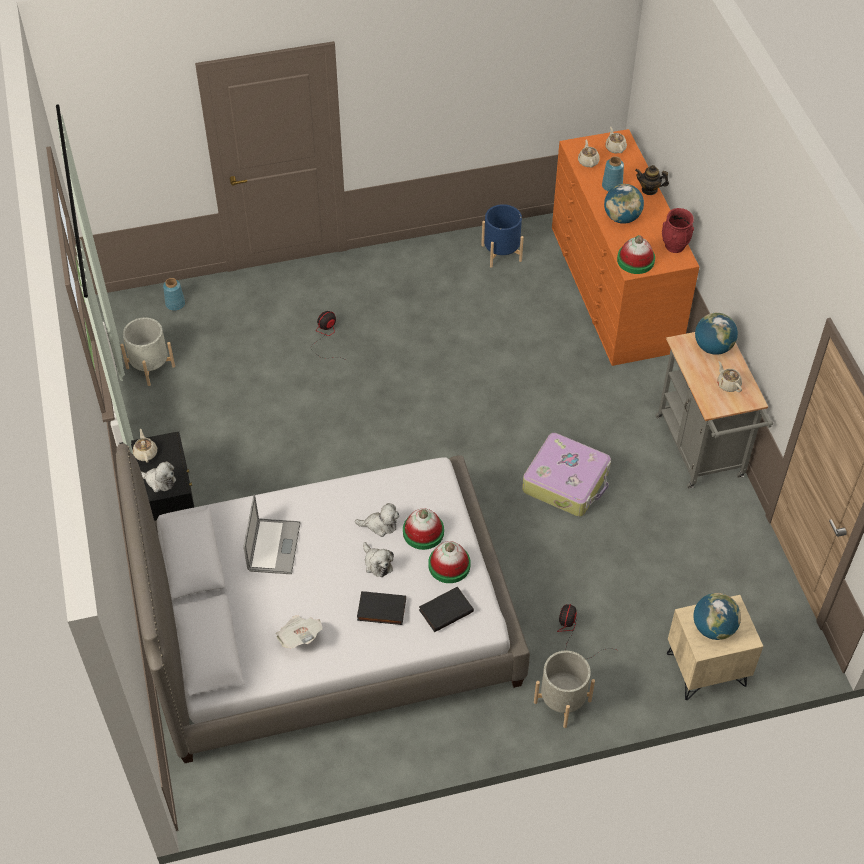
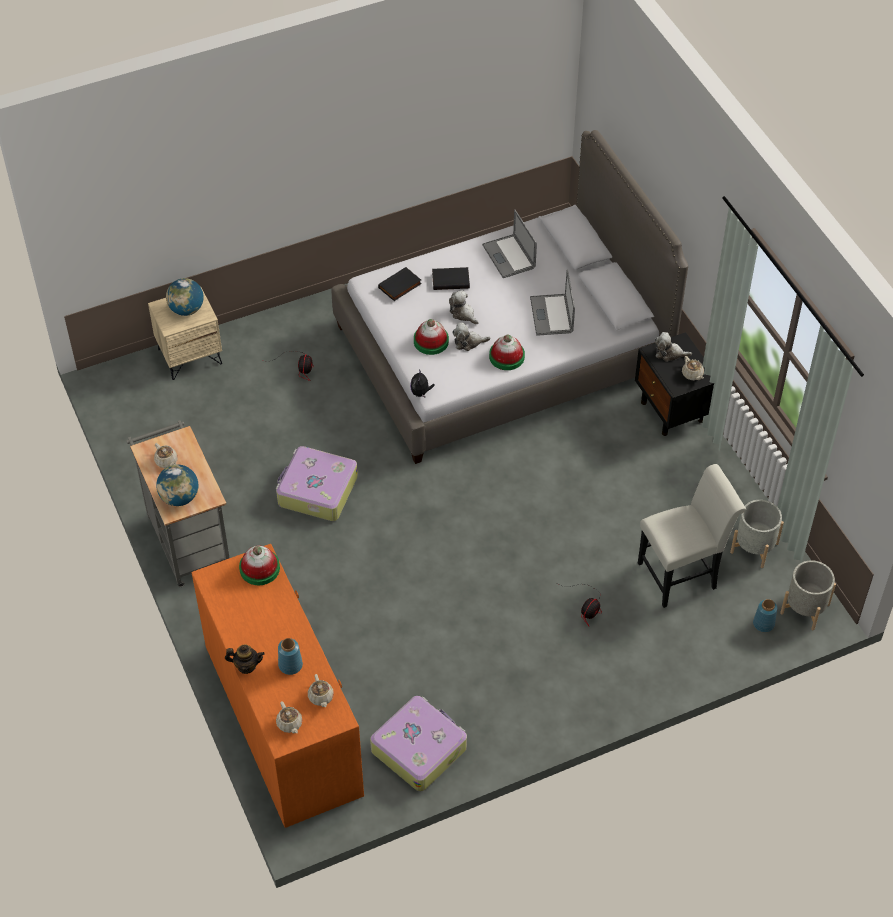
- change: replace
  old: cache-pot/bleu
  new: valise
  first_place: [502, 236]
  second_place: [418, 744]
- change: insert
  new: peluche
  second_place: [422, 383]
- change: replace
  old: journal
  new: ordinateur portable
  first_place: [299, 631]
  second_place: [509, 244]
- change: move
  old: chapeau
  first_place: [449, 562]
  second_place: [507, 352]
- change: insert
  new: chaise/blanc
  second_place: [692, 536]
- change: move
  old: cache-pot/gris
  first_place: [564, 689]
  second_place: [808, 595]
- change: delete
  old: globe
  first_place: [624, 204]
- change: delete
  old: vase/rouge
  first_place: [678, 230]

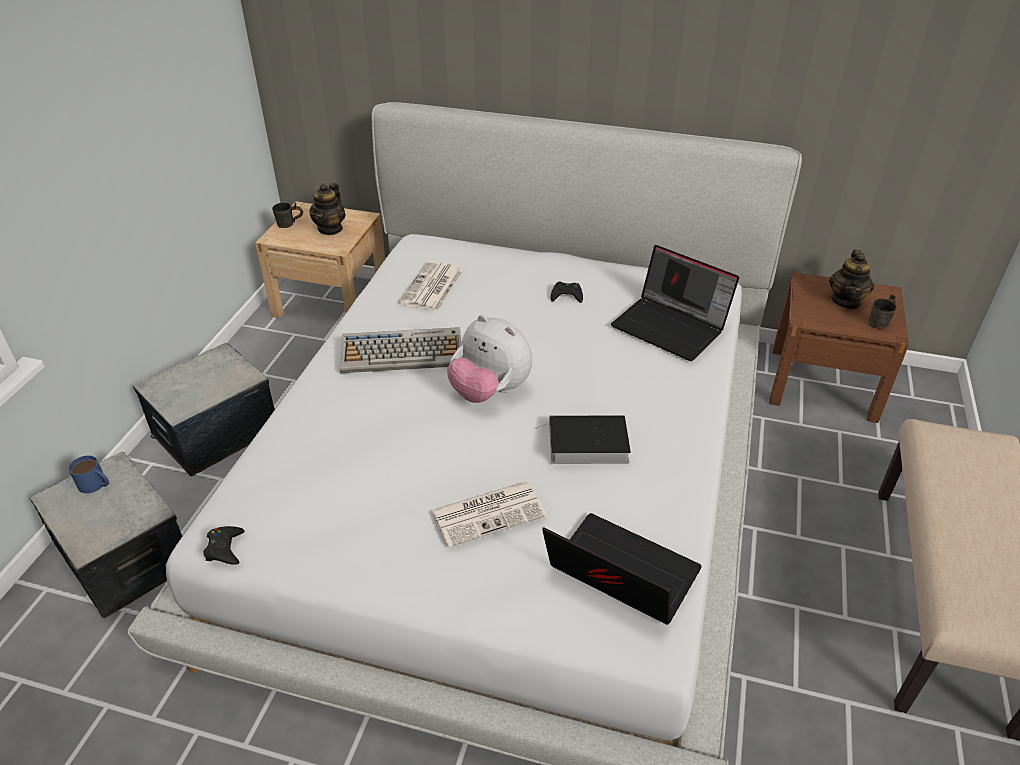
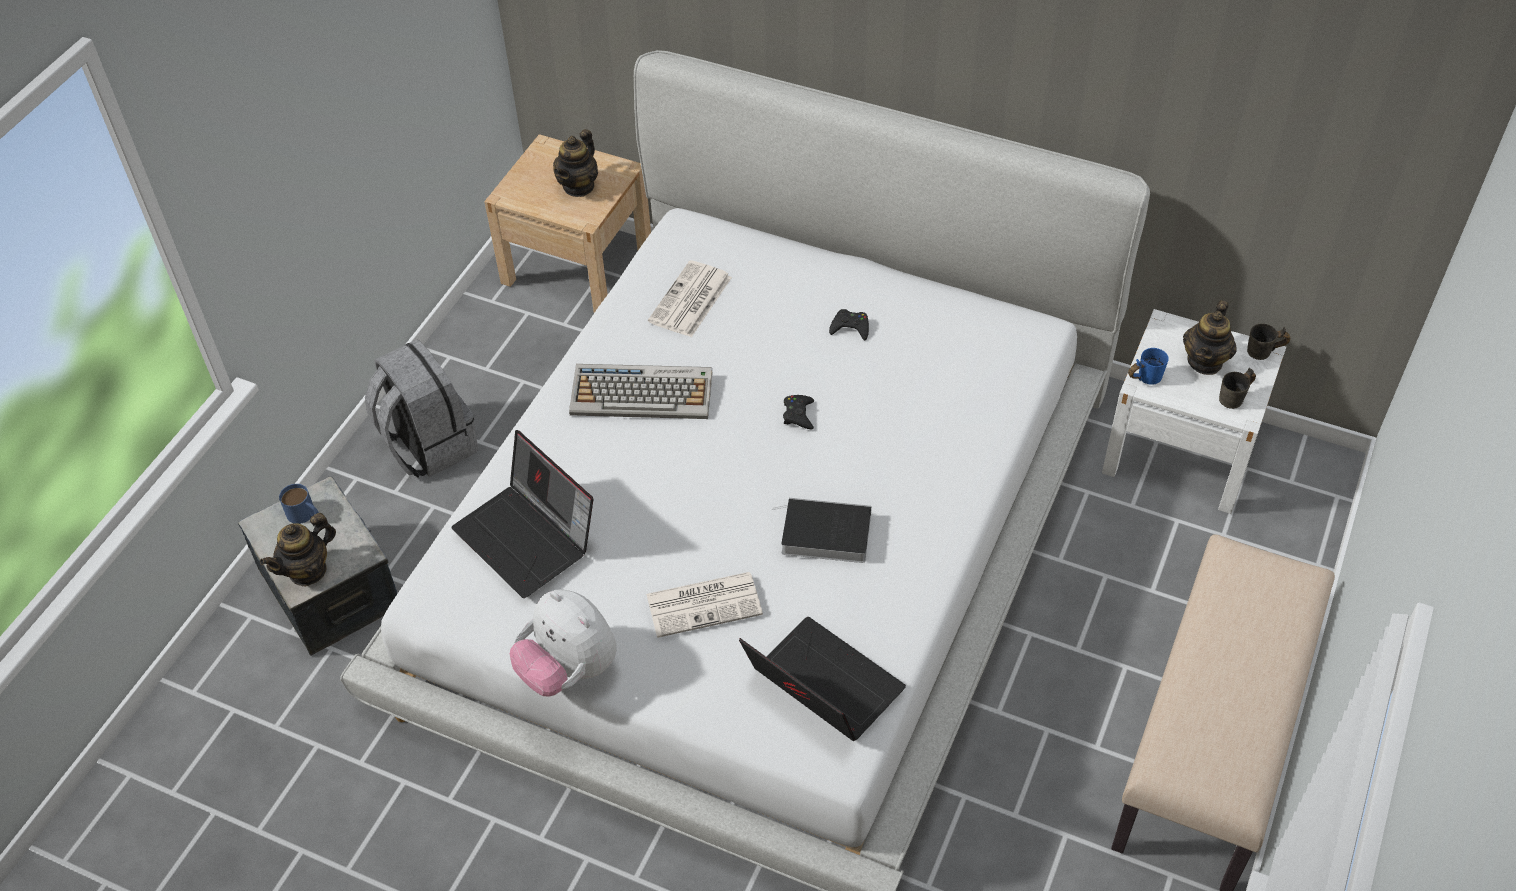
- change: insert
  new: théière
  second_place: [298, 550]
- change: replace
  old: boîte de rangement
  new: sac à dos/gris
  first_place: [204, 410]
  second_place: [421, 408]
- change: move
  old: ordinateur portable
  first_place: [675, 303]
  second_place: [522, 514]
- change: move
  old: peluche
  first_place: [489, 359]
  second_place: [563, 643]
- change: move
  old: manette/noir
  first_place: [224, 545]
  second_place: [798, 412]
- change: recolor
  old: table de chevet/marron
  new: table de chevet/blanc
  first_place: [839, 347]
  second_place: [1194, 411]
- change: insert
  new: mug/bleu
  second_place: [1148, 366]
- change: move
  old: mug/gris
  first_place: [287, 215]
  second_place: [1268, 341]

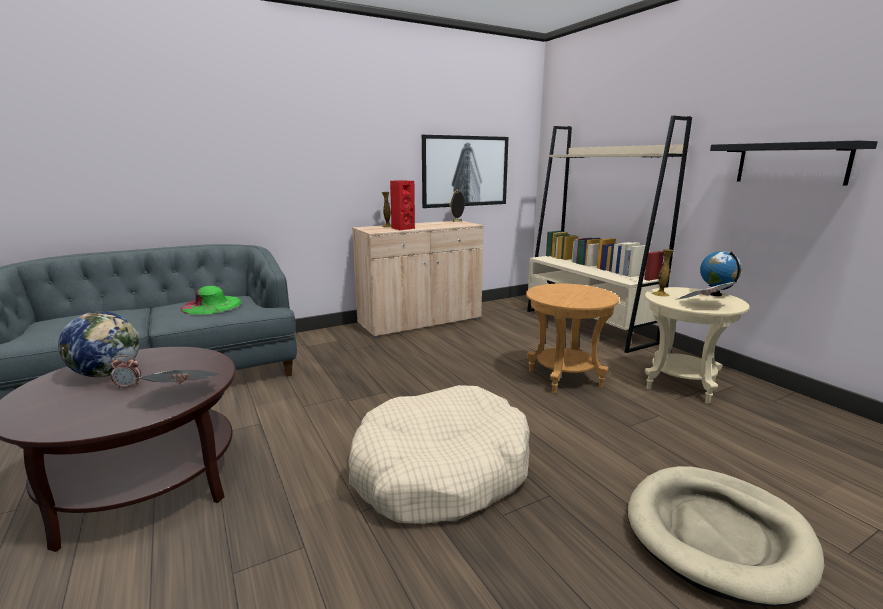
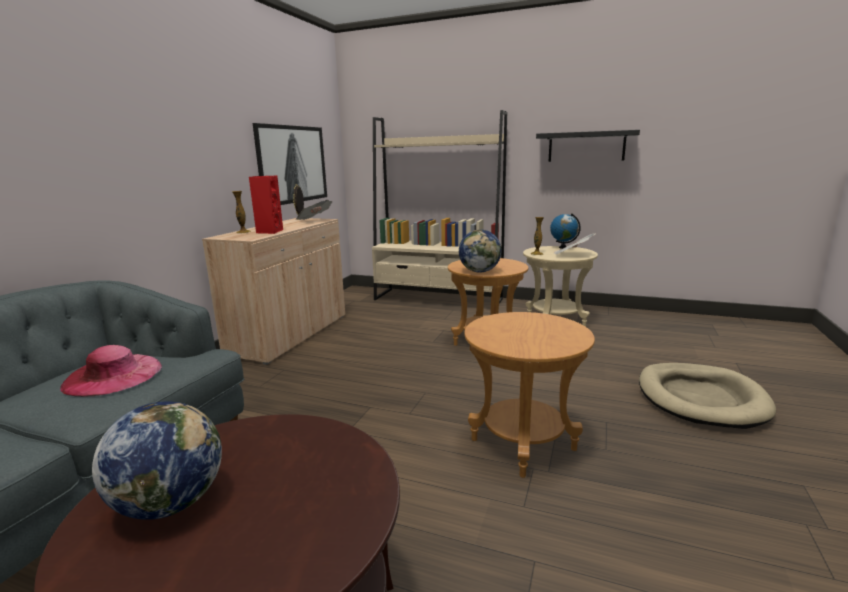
- change: recolor
  old: chapeau/vert
  new: chapeau/rose
  first_place: [211, 300]
  second_place: [111, 371]
- change: move
  old: journal
  first_place: [176, 377]
  second_place: [314, 210]
- change: insert
  new: globe
  second_place: [480, 250]
- change: replace
  old: panier pour chien/beige
  new: table d'appoint/marron
  first_place: [439, 454]
  second_place: [529, 395]
- change: delete
  old: réveil
  first_place: [125, 372]

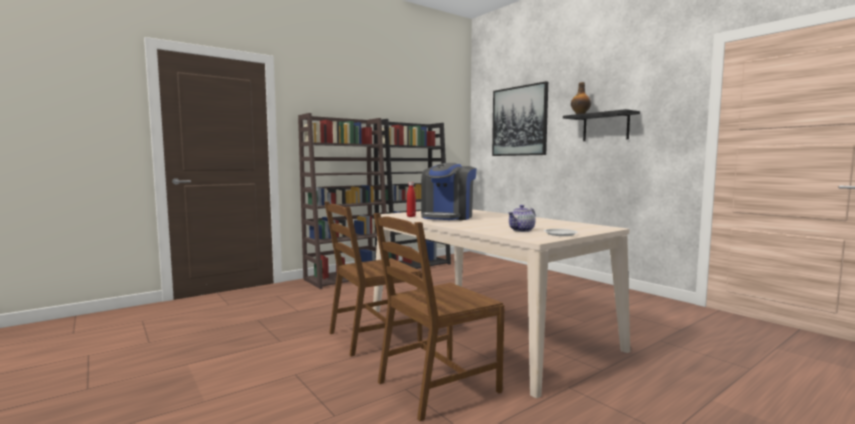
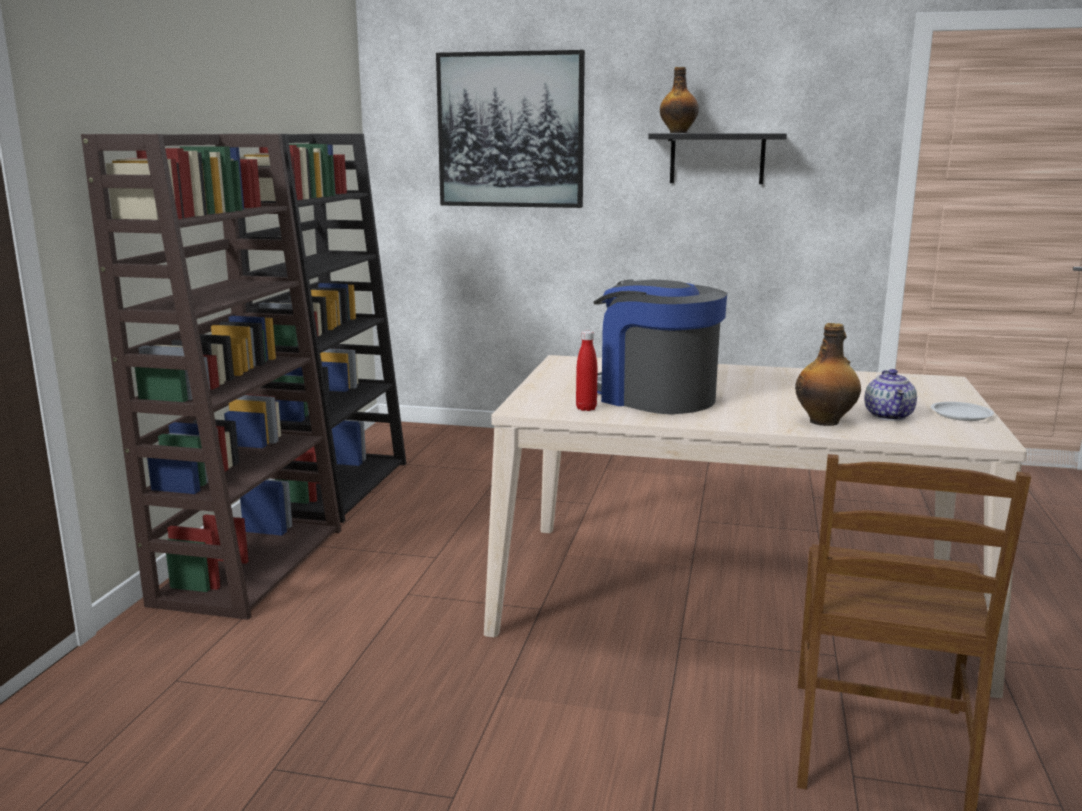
- change: rotate
  old: machine à café
  first_place: [449, 191]
  second_place: [660, 346]
  degrees: 150
- change: insert
  new: bouteille
  second_place: [828, 374]
- change: delete
  old: chaise/marron
  first_place: [373, 279]

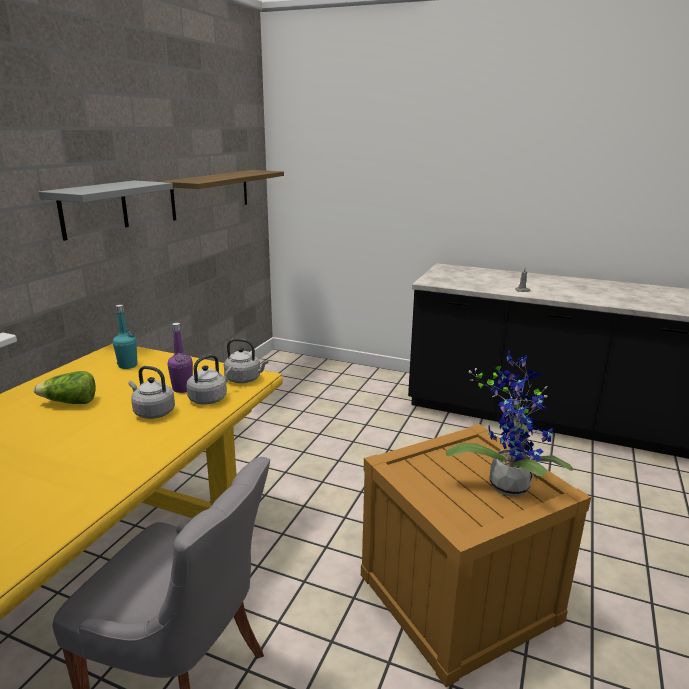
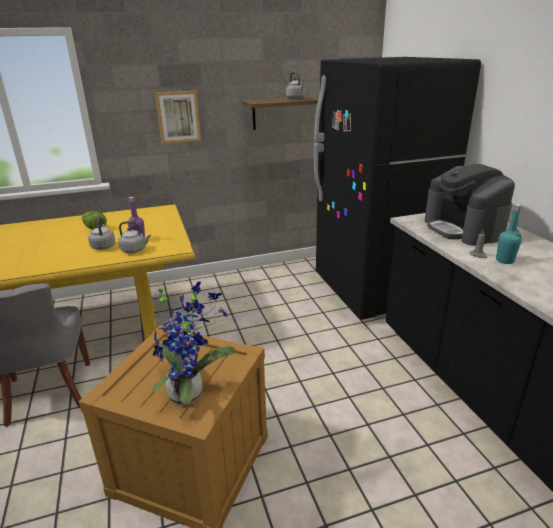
- change: replace
  old: étagère/gris
  new: tableau
  first_place: [105, 211]
  second_place: [178, 117]
- change: move
  old: bouilloire/gris
  first_place: [246, 360]
  second_place: [296, 85]
- change: insert
  new: réfrigérateur/noir
  second_place: [397, 188]
- change: insert
  new: machine à café
  second_place: [470, 205]
- change: move
  old: bouteille/turquoise
  first_place: [125, 337]
  second_place: [509, 234]

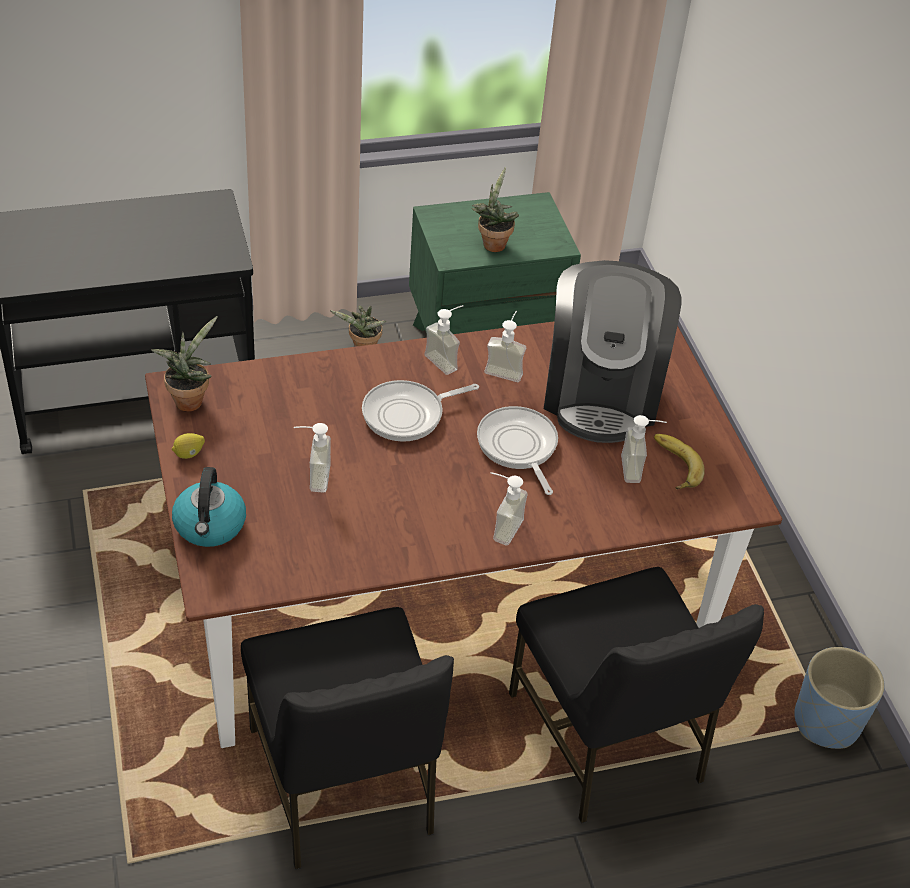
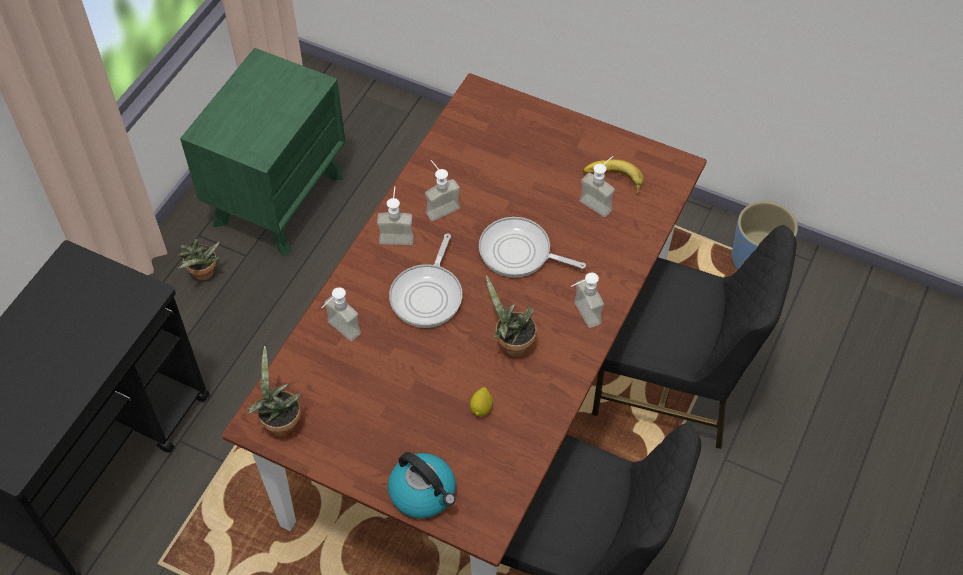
- change: move
  old: distributeur de savon
  first_place: [312, 458]
  second_place: [341, 314]
- change: move
  old: citron
  first_place: [188, 446]
  second_place: [481, 401]
- change: move
  old: plante en pot
  first_place: [495, 209]
  second_place: [511, 316]
- change: delete
  old: machine à café
  first_place: [612, 351]

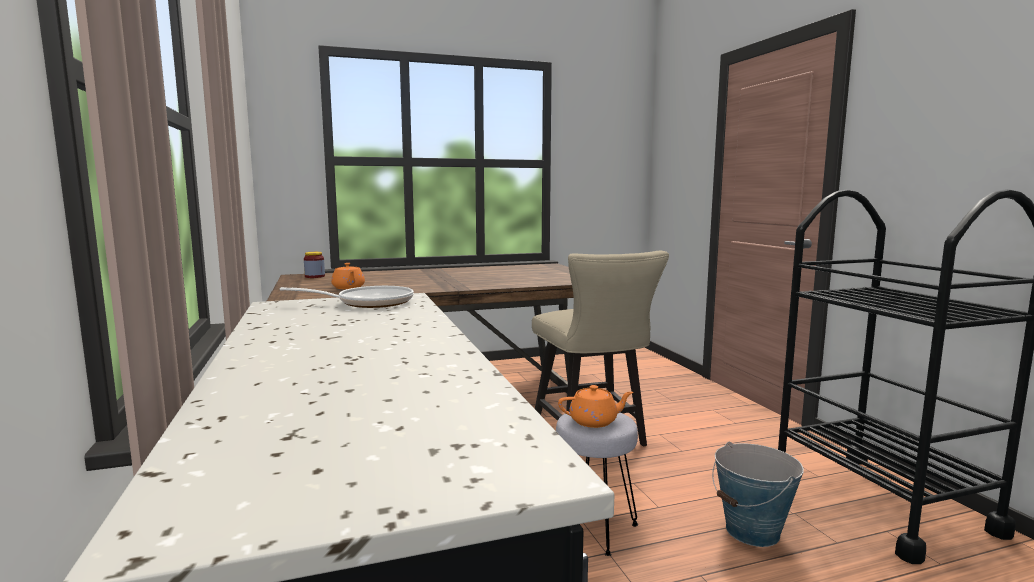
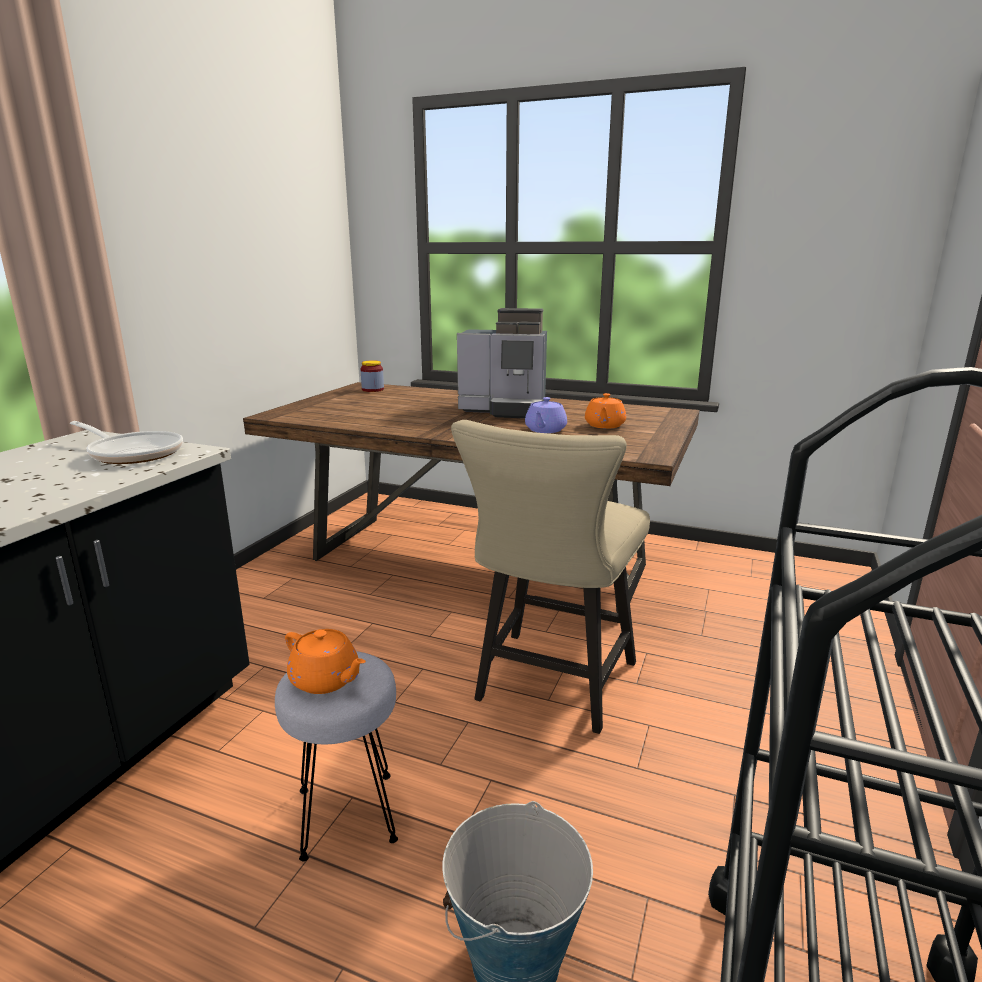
- change: insert
  new: machine à café
  second_place: [502, 363]
- change: insert
  new: théière/violet
  second_place: [546, 415]
- change: move
  old: théière/orange
  first_place: [348, 276]
  second_place: [605, 411]

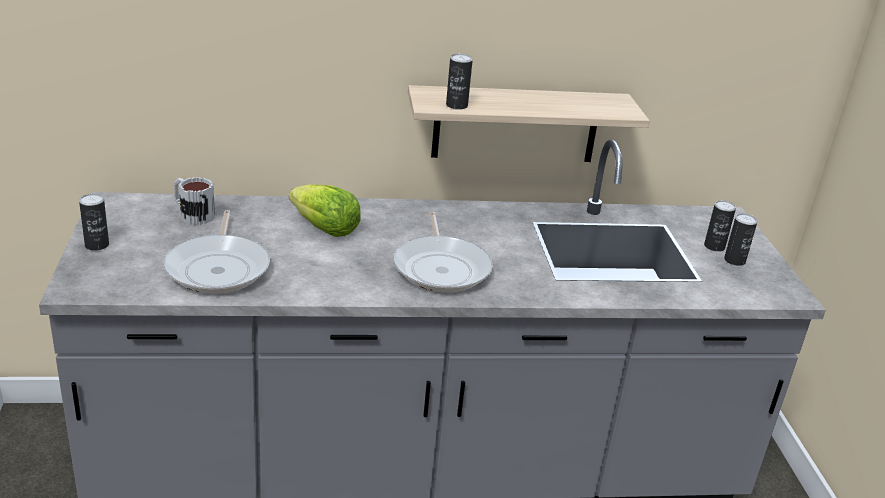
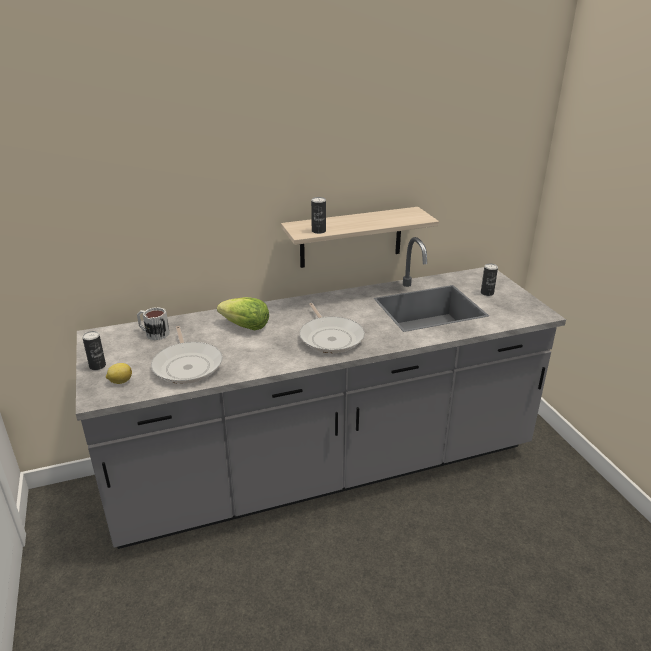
- change: insert
  new: citron
  second_place: [119, 373]
- change: delete
  old: boîte métallique
  first_place: [740, 239]

